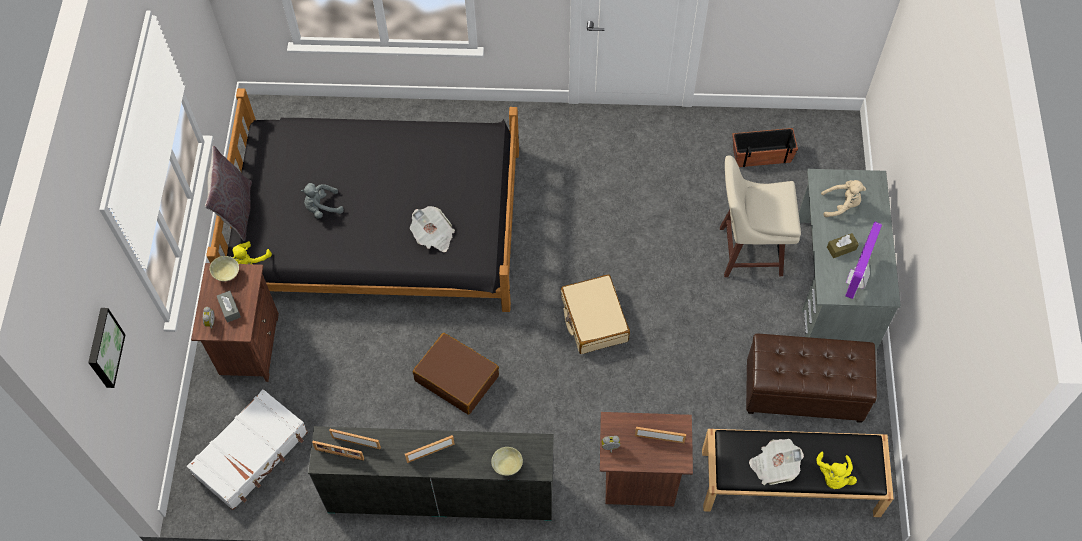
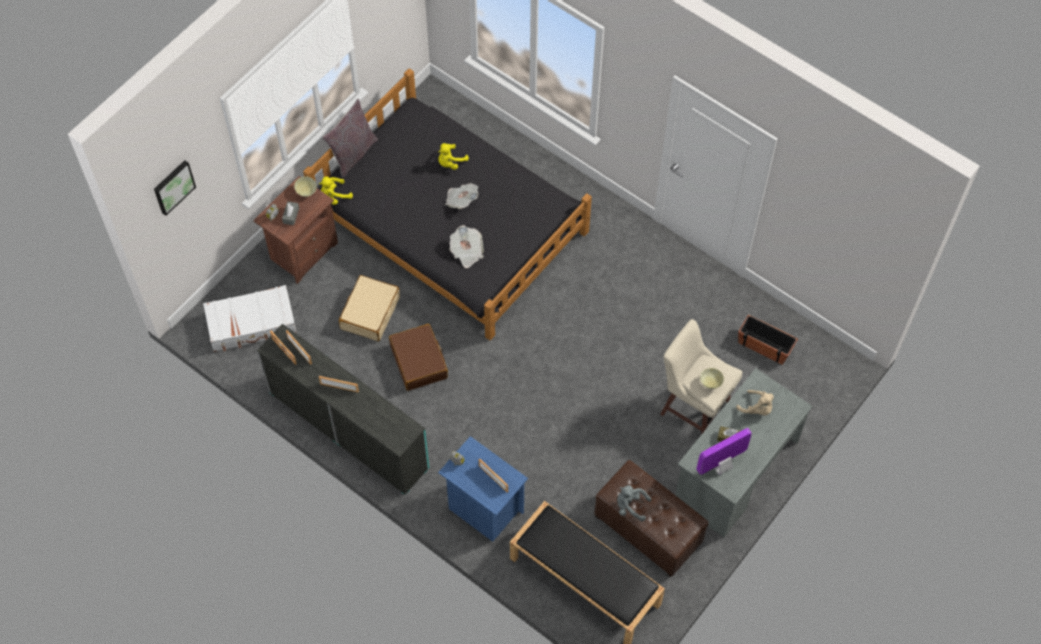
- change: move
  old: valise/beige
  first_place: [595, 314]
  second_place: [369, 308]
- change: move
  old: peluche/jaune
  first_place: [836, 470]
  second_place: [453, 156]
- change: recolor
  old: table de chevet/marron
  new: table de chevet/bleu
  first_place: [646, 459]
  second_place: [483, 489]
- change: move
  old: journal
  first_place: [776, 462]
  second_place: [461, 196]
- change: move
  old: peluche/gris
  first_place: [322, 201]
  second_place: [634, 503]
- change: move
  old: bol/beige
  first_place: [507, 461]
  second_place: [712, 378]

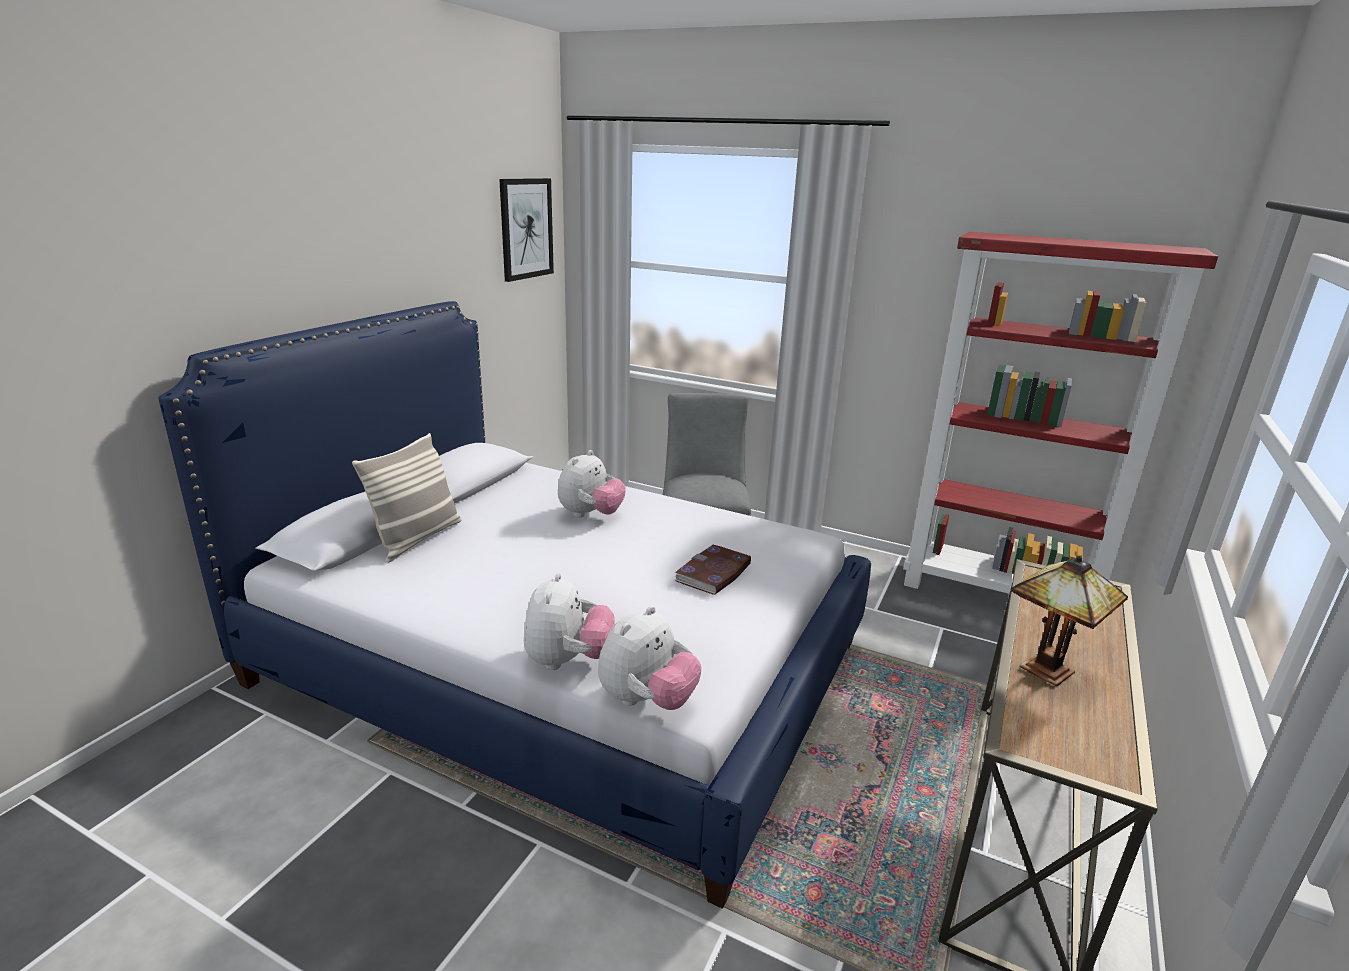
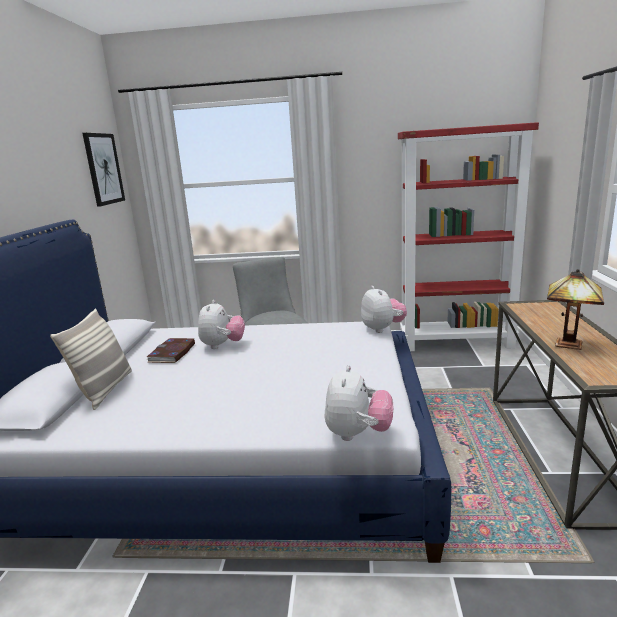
- change: move
  old: livre
  first_place: [712, 570]
  second_place: [171, 350]
- change: move
  old: peluche
  first_place: [569, 621]
  second_place: [384, 309]

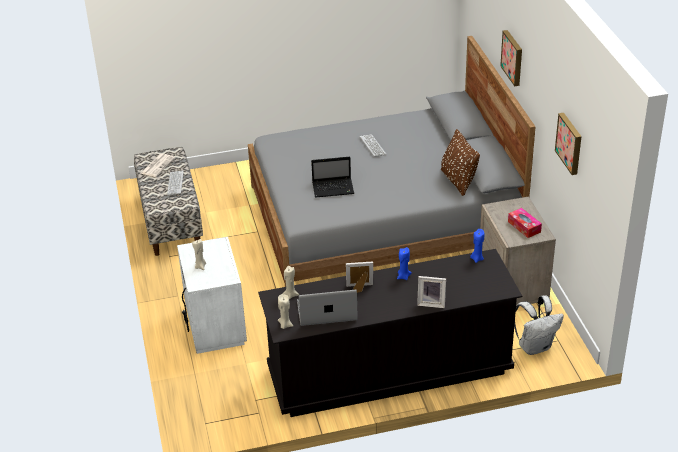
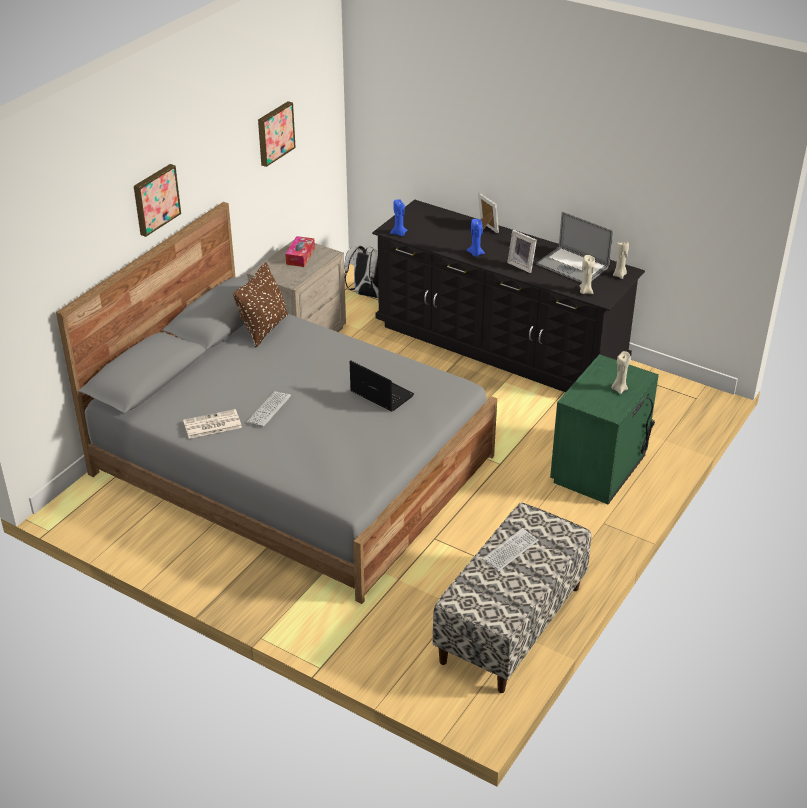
- change: move
  old: journal
  first_place: [158, 165]
  second_place: [212, 424]
- change: recolor
  old: table de chevet/blanc
  new: table de chevet/vert
  first_place: [212, 295]
  second_place: [604, 429]

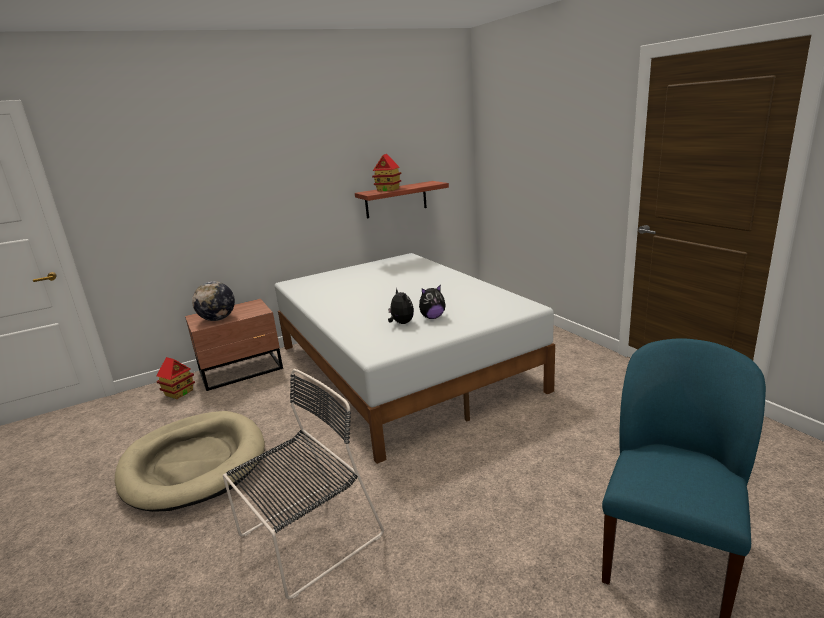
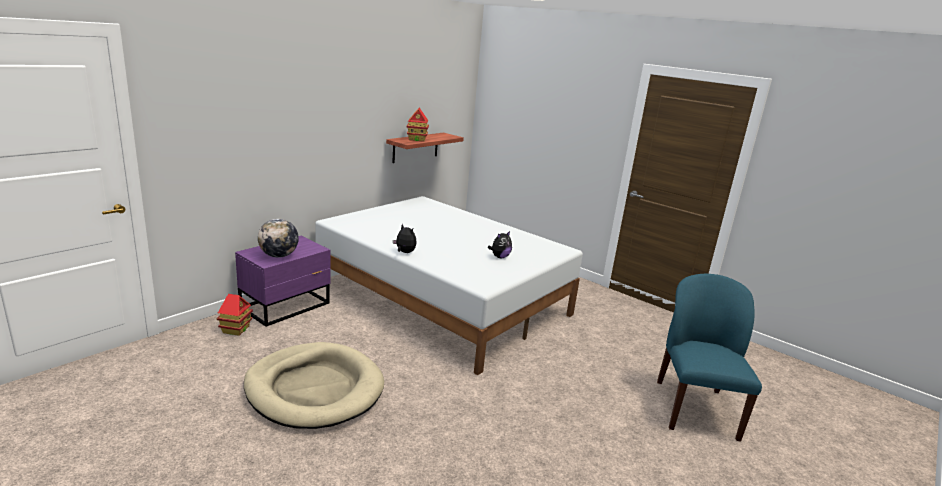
- change: recolor
  old: table de chevet/marron
  new: table de chevet/violet
  first_place: [234, 345]
  second_place: [283, 281]
- change: move
  old: peluche
  first_place: [401, 306]
  second_place: [405, 238]
- change: delete
  old: chaise/noir
  first_place: [303, 484]

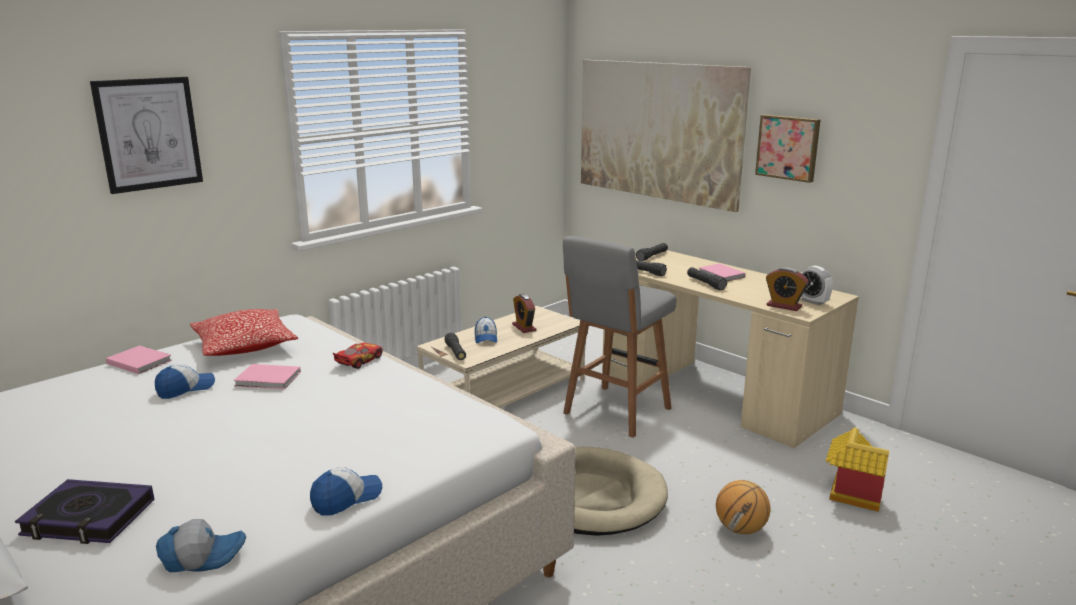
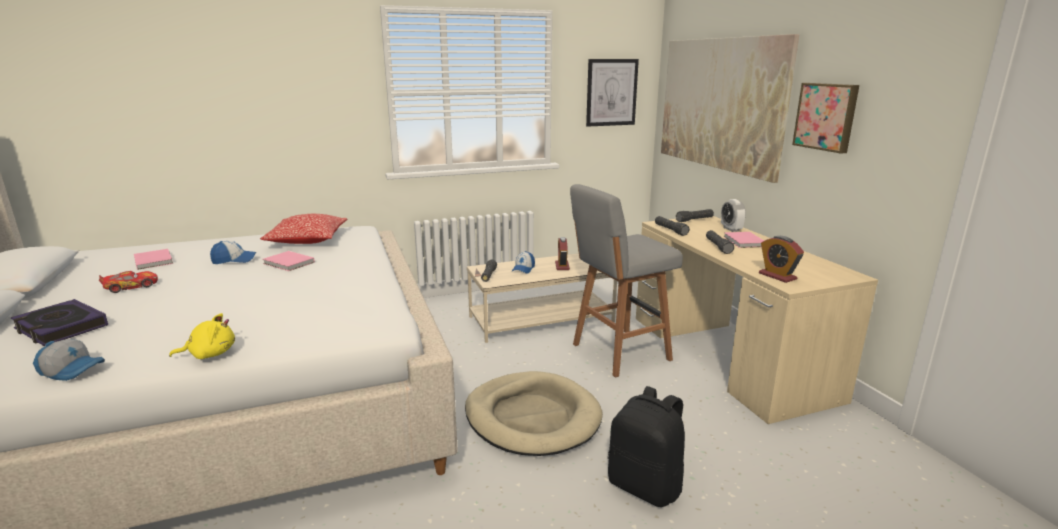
- change: move
  old: petite voiture
  first_place: [357, 355]
  second_place: [128, 282]
- change: move
  old: livre/rose
  first_place: [139, 359]
  second_place: [153, 259]
- change: replace
  old: casquette
  new: peluche/jaune
  first_place: [346, 491]
  second_place: [202, 336]
- change: move
  old: tableau
  first_place: [146, 135]
  second_place: [612, 93]
- change: replace
  old: ballon de basket
  new: sac à dos/noir
  first_place: [743, 507]
  second_place: [646, 446]
- change: move
  old: réveil
  first_place: [817, 285]
  second_place: [733, 215]
- change: delete
  old: maison miniature
  first_place: [857, 469]

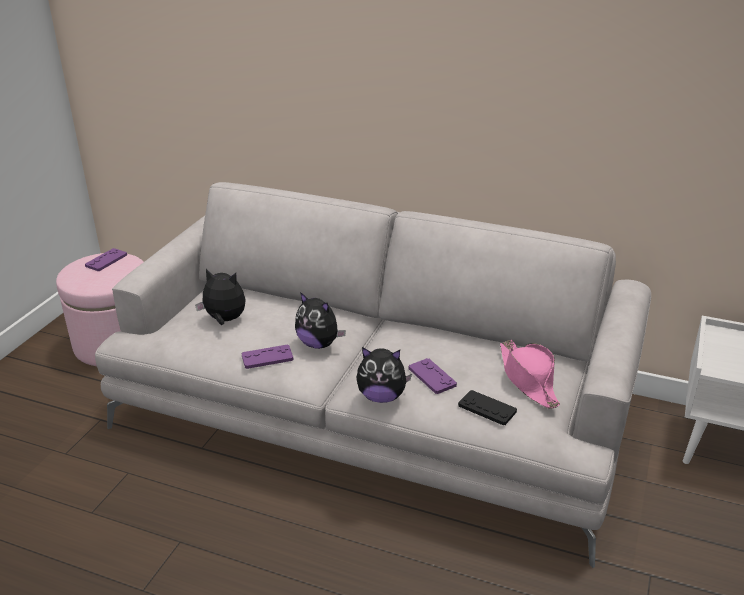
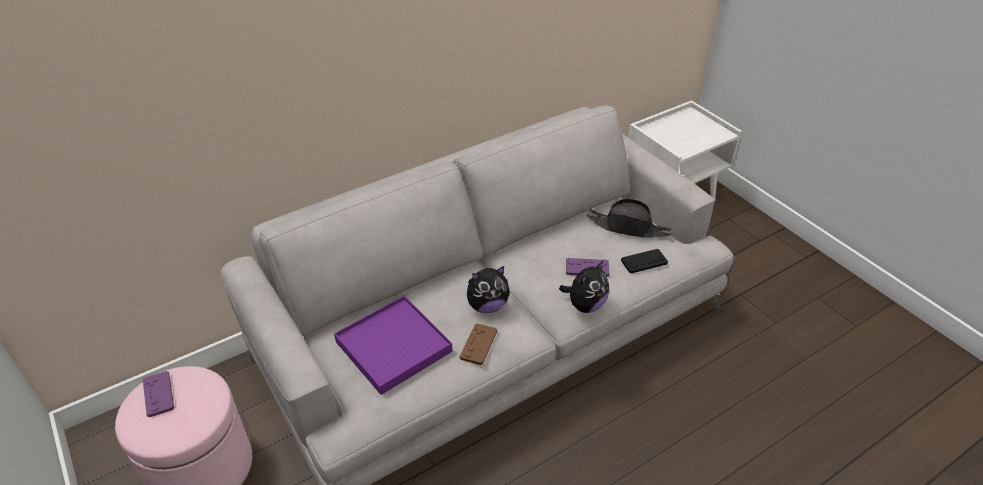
- change: replace
  old: peluche
  new: plateau/violet
  first_place: [220, 297]
  second_place: [393, 345]
- change: recolor
  old: manette/violet
  new: manette/marron
  first_place: [267, 356]
  second_place: [478, 344]
- change: recolor
  old: chapeau/rose
  new: chapeau/noir
  first_place: [530, 374]
  second_place: [629, 218]

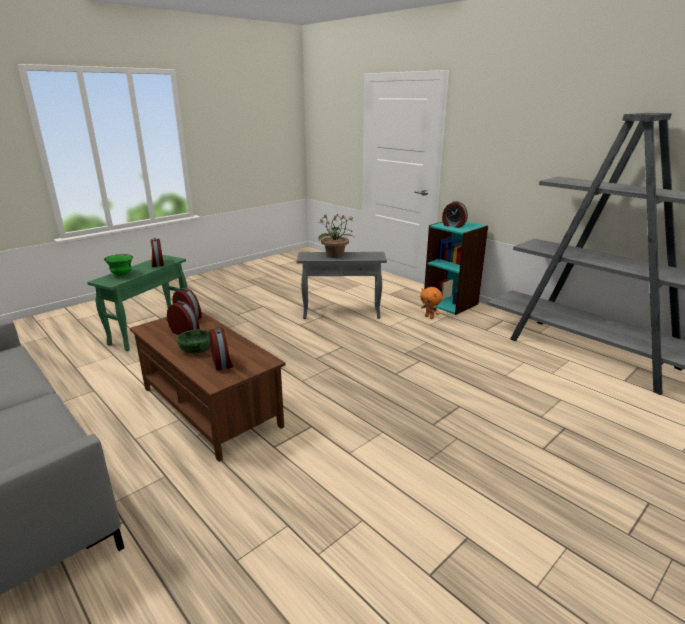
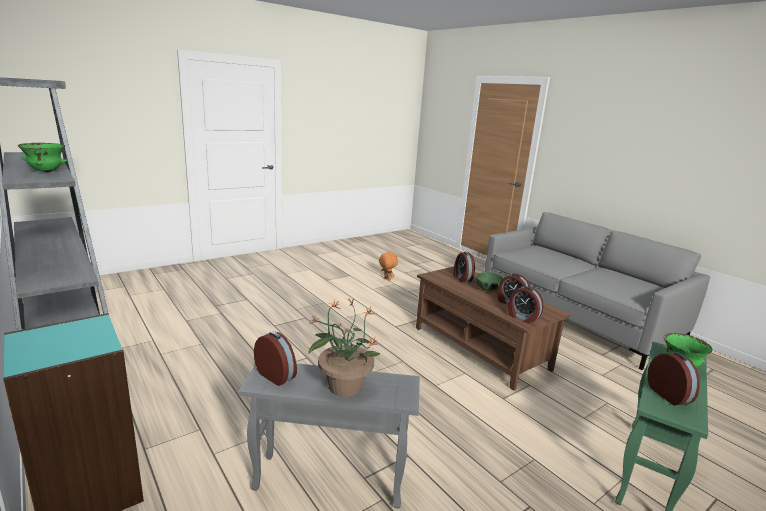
- change: insert
  new: bol/vert
  second_place: [42, 157]
- change: move
  old: réveil
  first_place: [455, 214]
  second_place: [275, 358]
- change: move
  old: peluche/orange
  first_place: [431, 303]
  second_place: [388, 266]

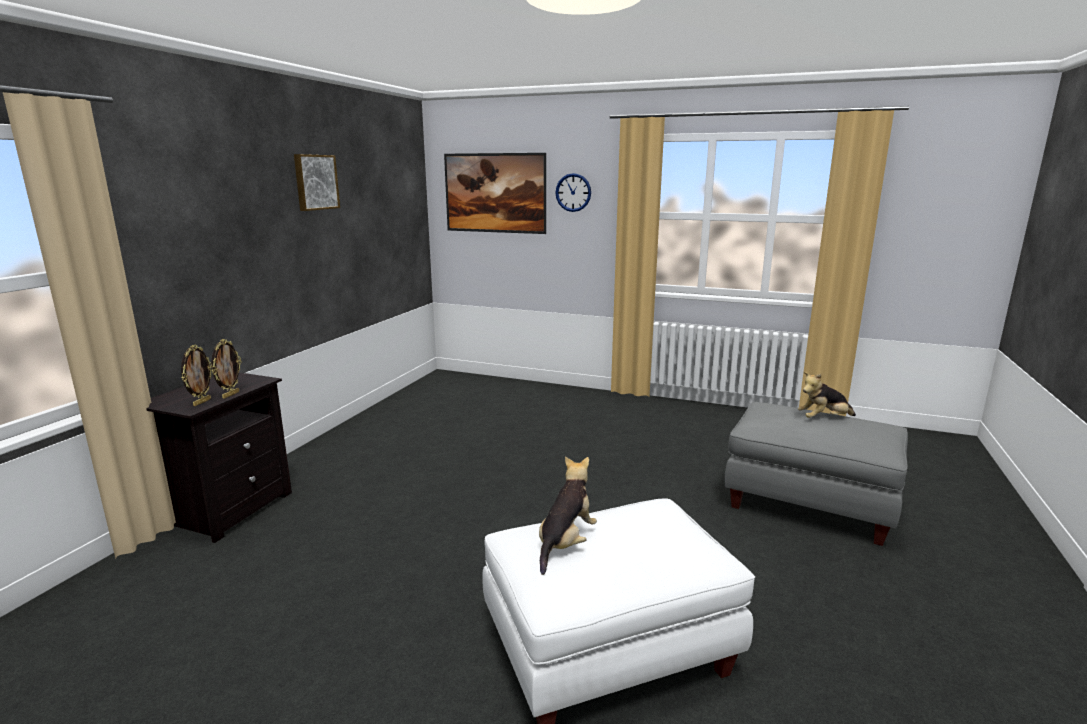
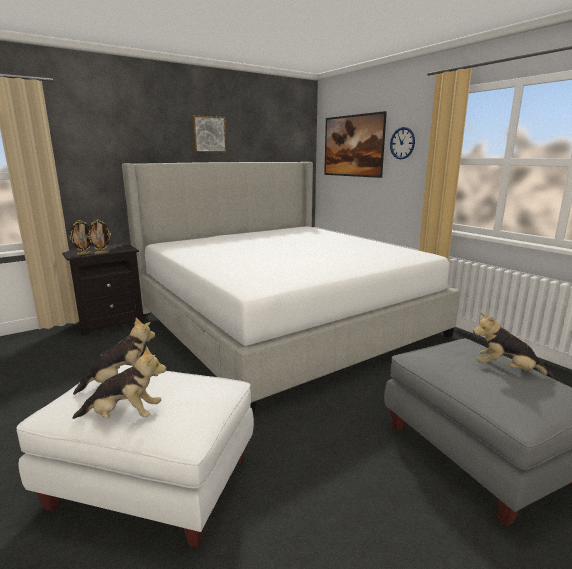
- change: insert
  new: peluche
  second_place: [119, 382]
- change: insert
  new: lit
  second_place: [291, 287]

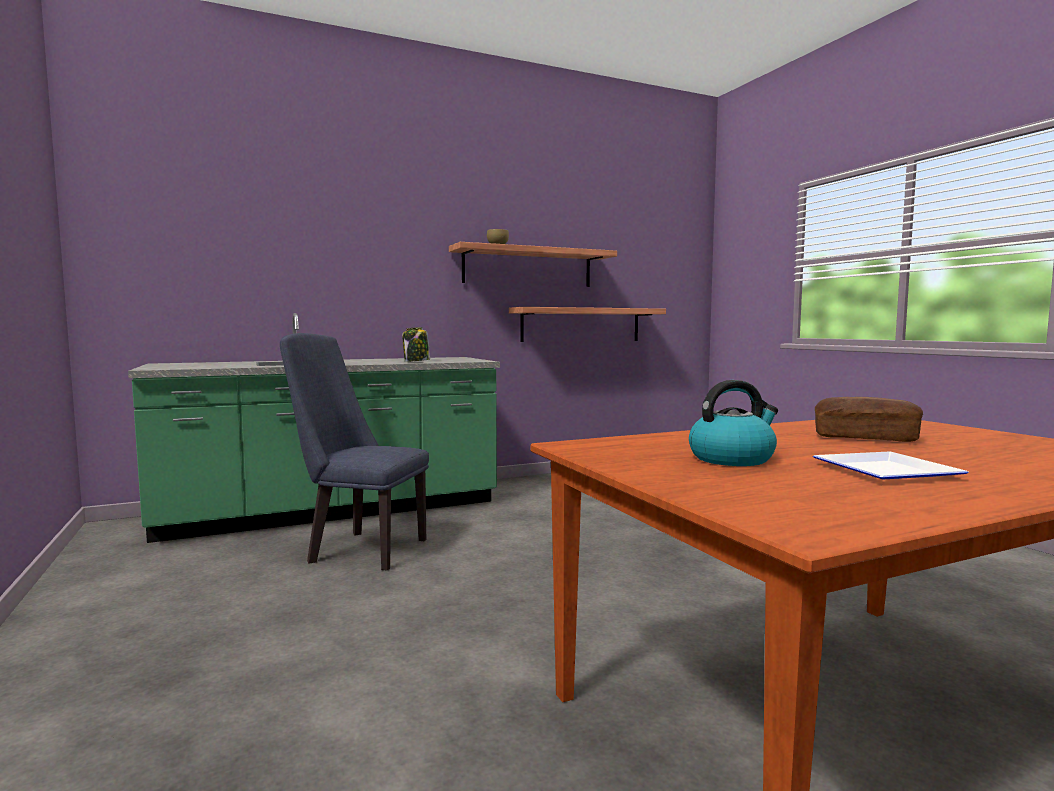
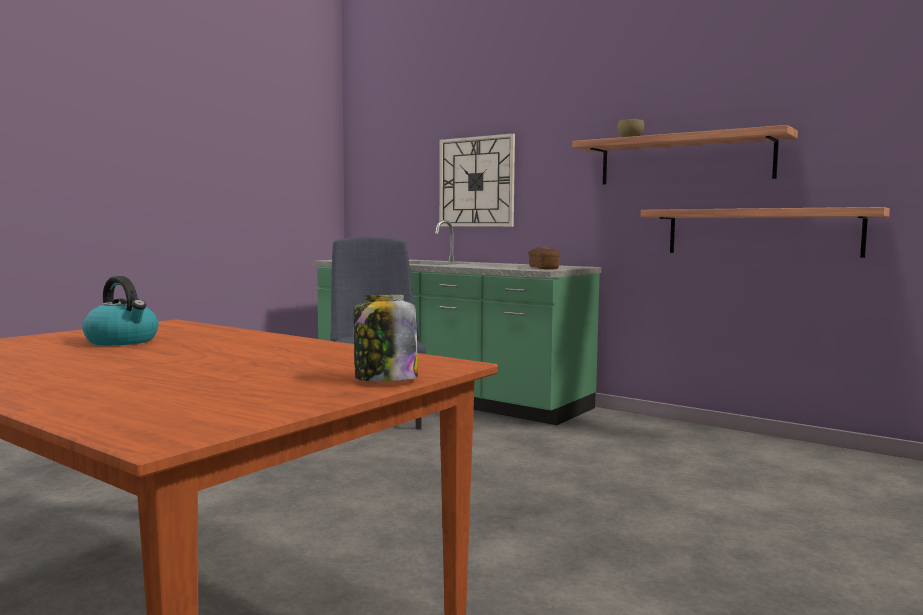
- change: move
  old: bocal
  first_place: [416, 344]
  second_place: [386, 337]
- change: insert
  new: horloge murale
  second_place: [477, 180]
- change: move
  old: pain
  first_place: [869, 419]
  second_place: [544, 258]
- change: delete
  old: assiette
  first_place: [891, 465]

